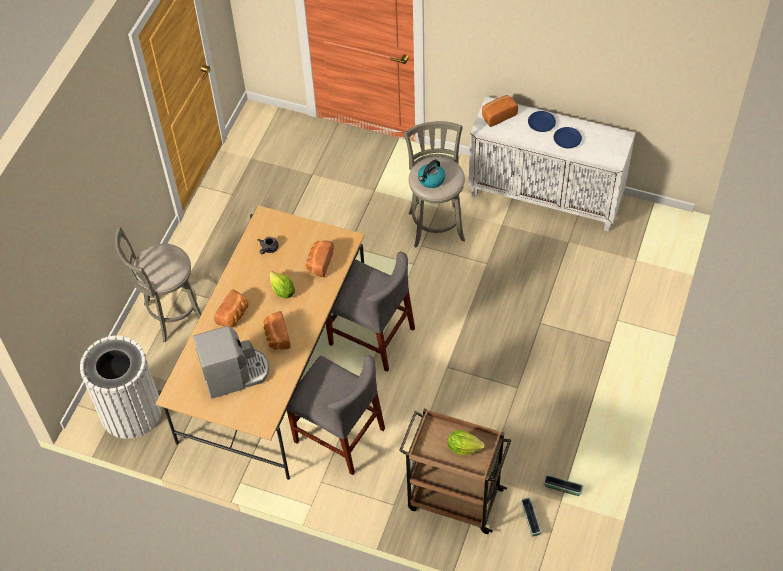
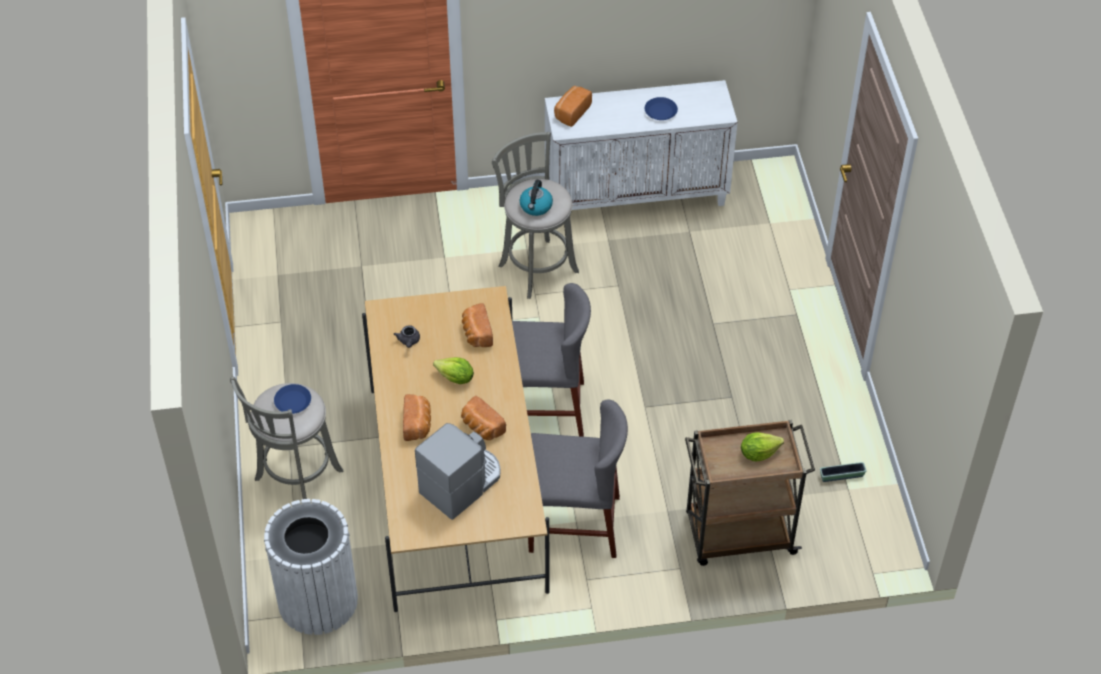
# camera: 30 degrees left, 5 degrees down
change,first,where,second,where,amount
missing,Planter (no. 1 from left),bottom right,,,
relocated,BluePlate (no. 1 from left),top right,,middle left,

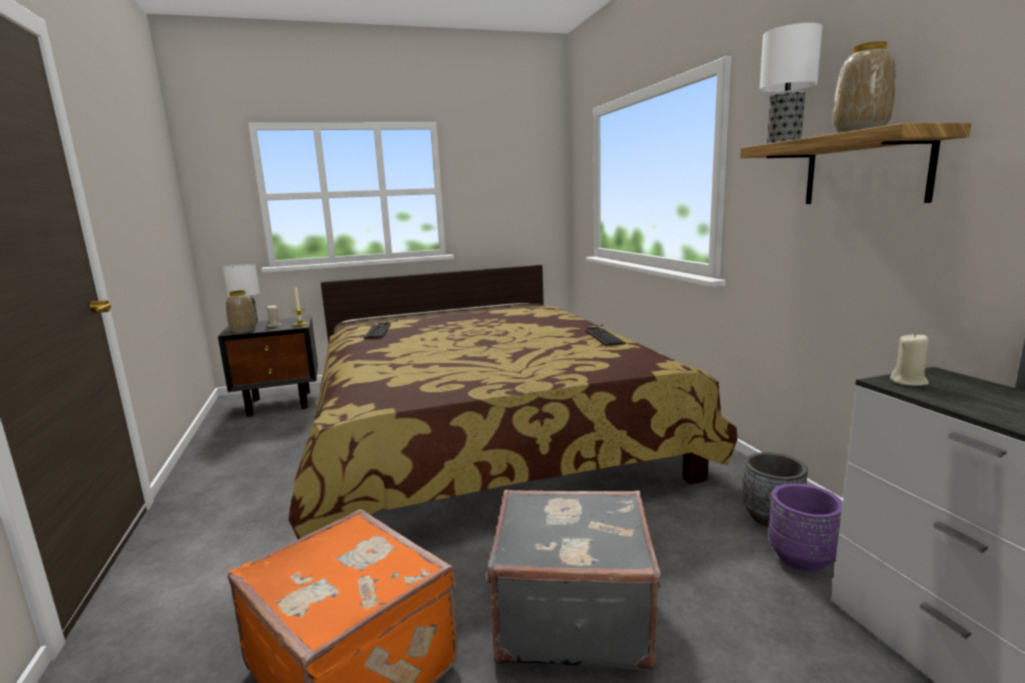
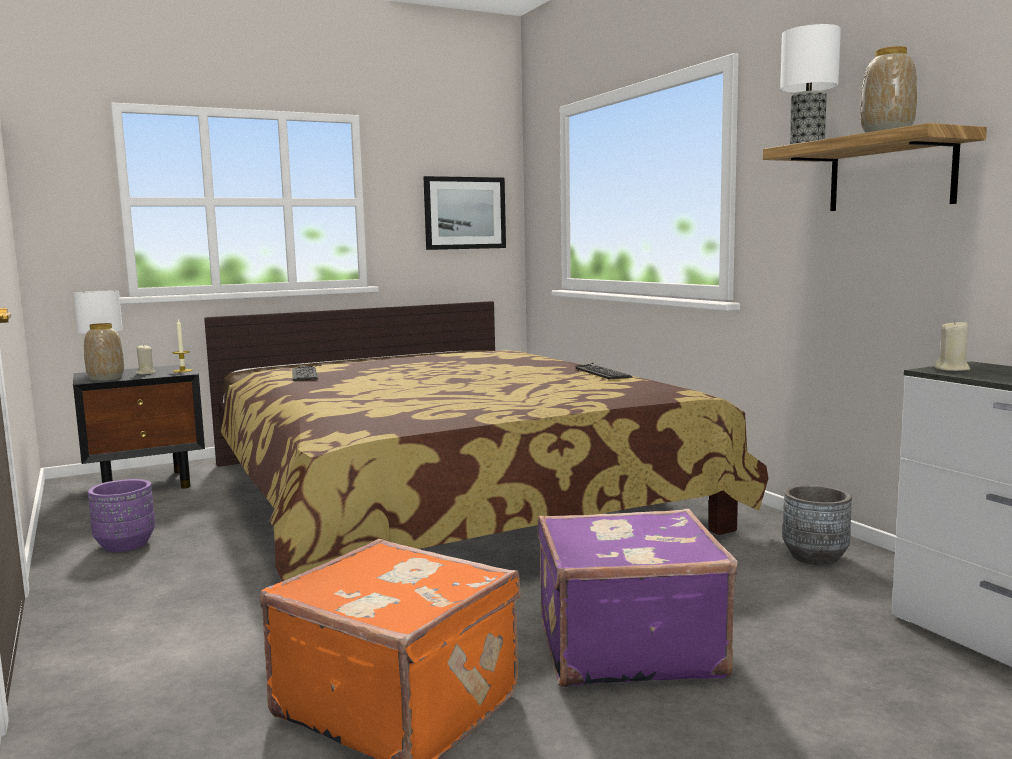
# camera: 10 degrees left, 5 degrees down
change,first,where,second,where,amount
appeared,,,Picture,top centre,
relocated,PurplePlanter,bottom right,,bottom left,
colour,GreySuitcase,bottom centre,PurpleSuitcase,bottom centre,

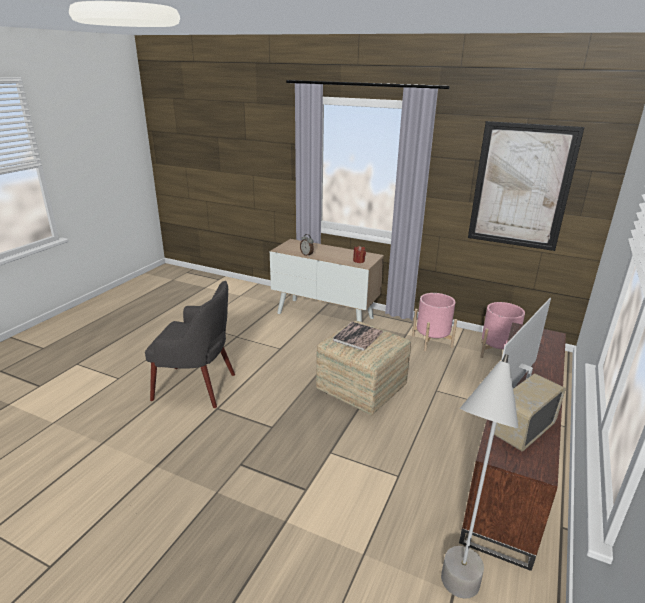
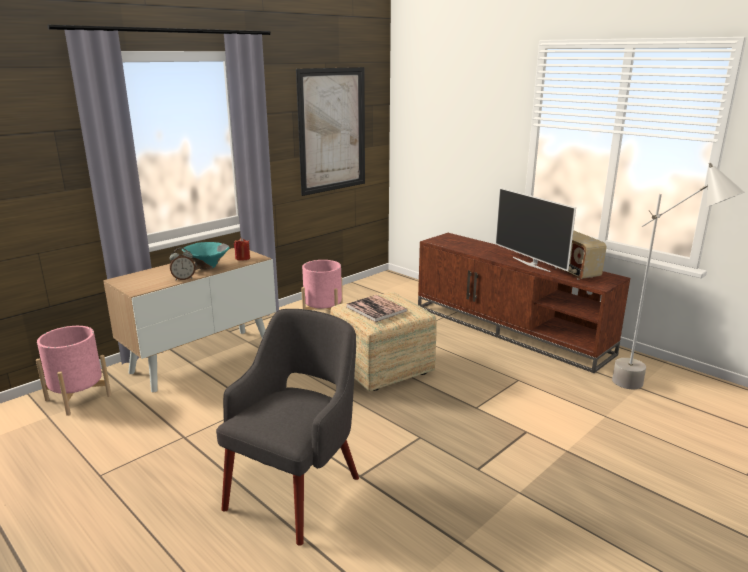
# camera: 70 degrees left, 5 degrees down
change,first,where,second,where,amount
appeared,,,TurquoiseBowl,middle left,
relocated,PinkPlanter (no. 2 from left in the first image),middle right,PinkPlanter (no. 1 from left),middle left,

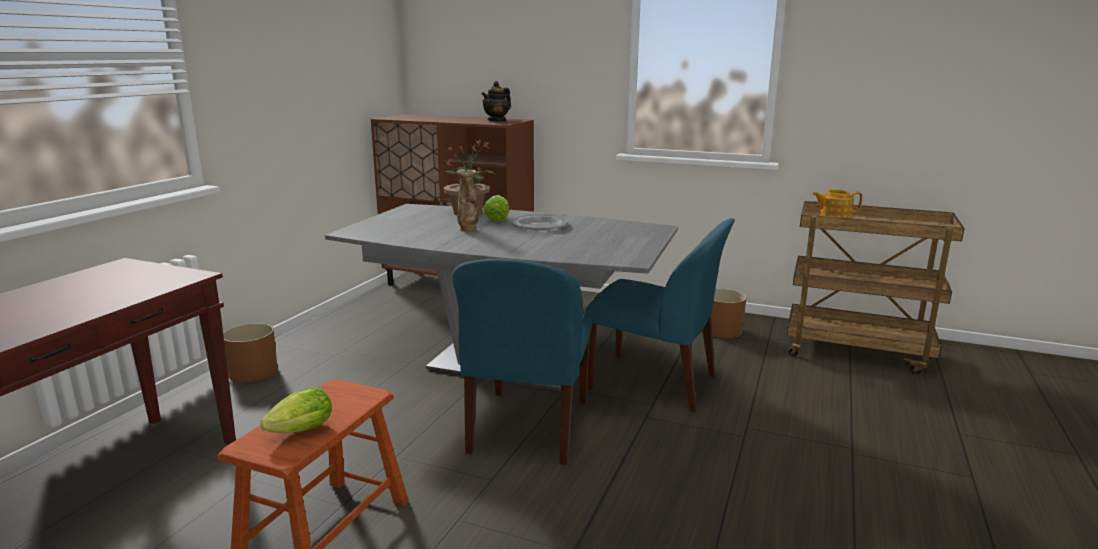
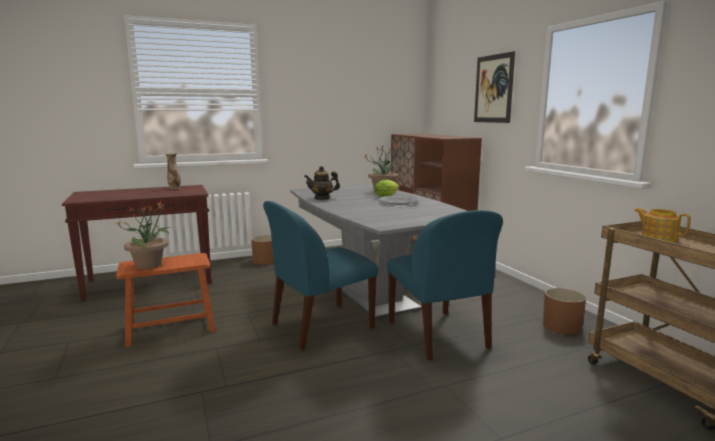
# camera: 45 degrees right, 5 degrees down
change,first,where,second,where,amount
appeared,,,Picture,top right,
relocated,Vase,centre,,middle left,
relocated,Teapot (no. 1 from left),top centre,,centre,
exchanged,Lettuce (no. 1 from left),bottom left,PottedPlant (no. 1 from left),middle left,

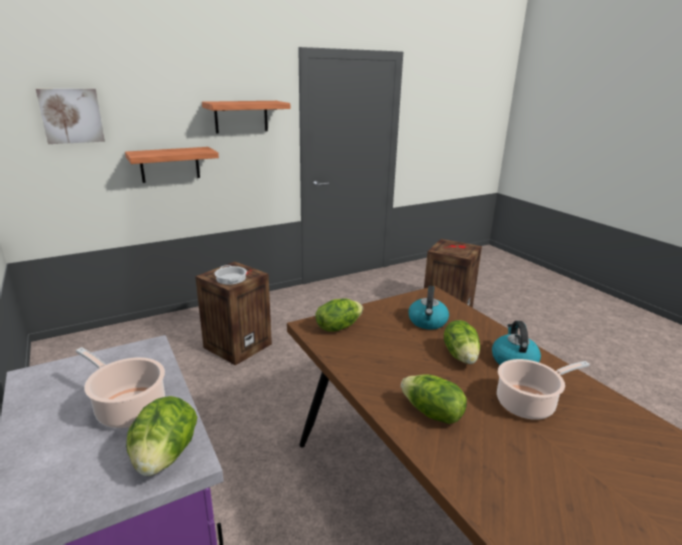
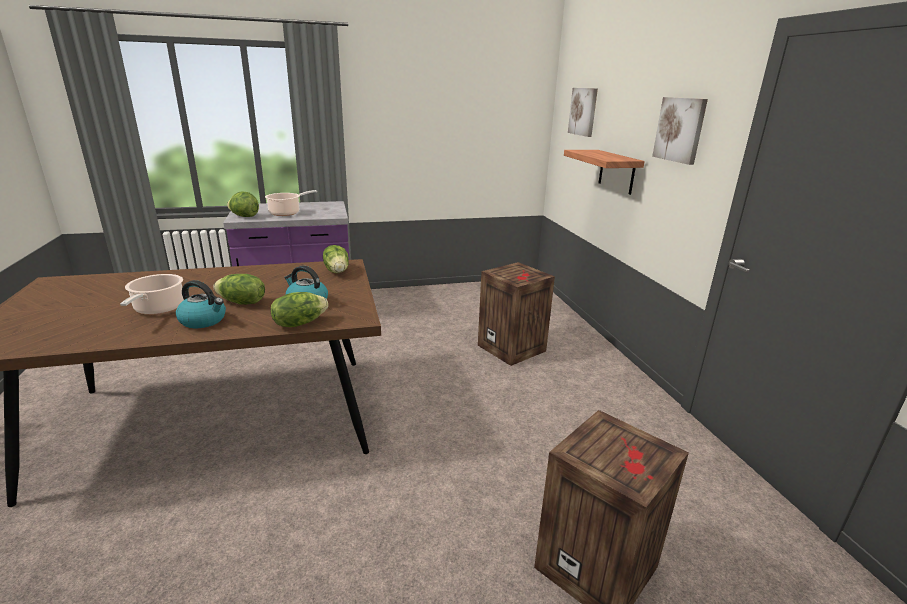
# camera: 105 degrees right, 0 degrees up
change,first,where,second,where,amount
missing,CookingPot (no. 2 from left),centre,,,
relocated,Lettuce (no. 3 from left),bottom centre,,middle left,
exchanged,Shelf (no. 2 from left),top centre,Picture (no. 2 from left),top right,

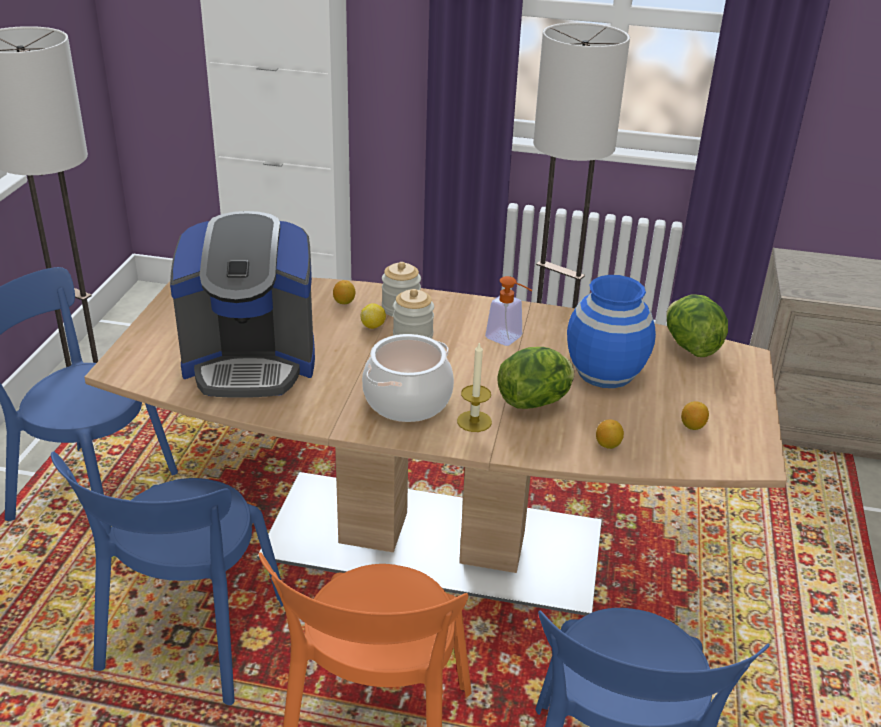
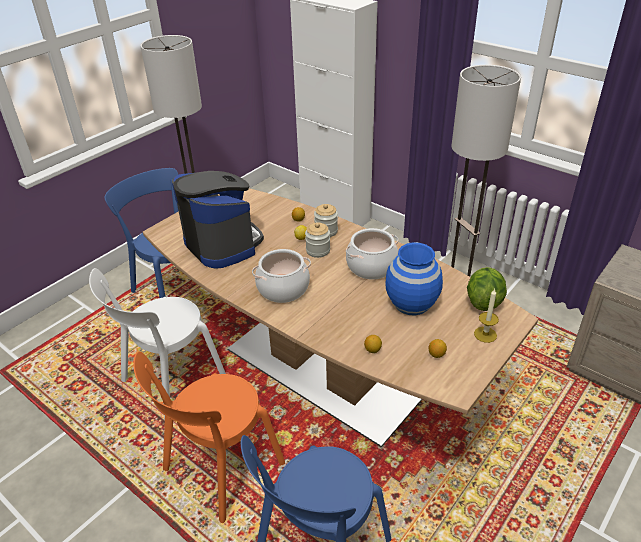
# camera: 30 degrees right, 5 degrees up
change,first,where,second,where,amount
missing,Lettuce (no. 1 from left),centre,,,
relocated,Candle,centre,,middle right,
exchanged,SoapDispenser,centre,CookingPot (no. 2 from left),centre,
colour,BlueChair (no. 2 from left),bottom left,WhiteChair,middle left,
spun,CoffeeMachine,middle left,,centre,150 degrees counterclockwise

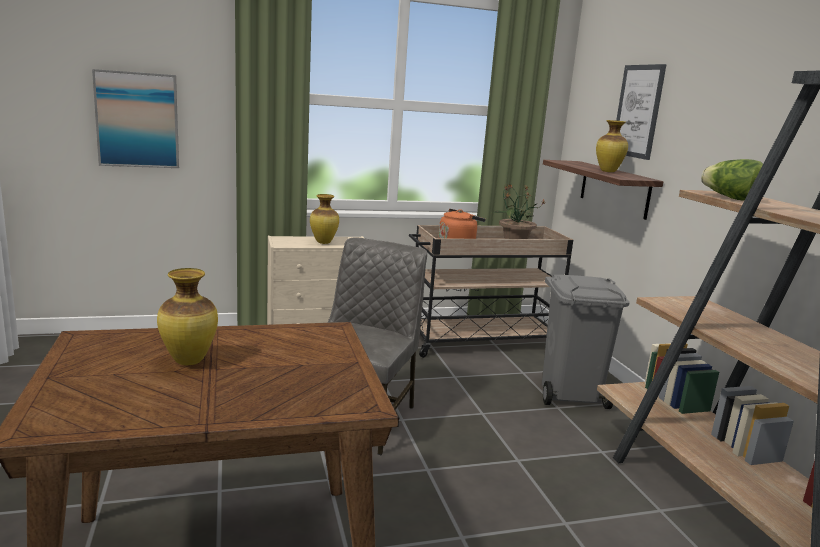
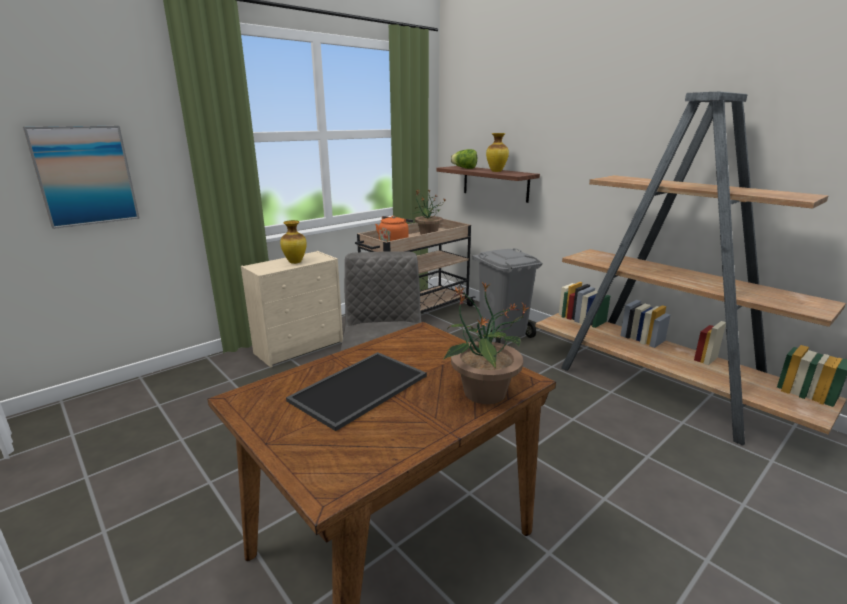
# camera: 25 degrees left, 5 degrees up
change,first,where,second,where,amount
missing,Picture (no. 2 from left),top right,,,
appeared,,,PottedPlant (no. 2 from left),centre,
relocated,Lettuce,top right,,top centre,
exchanged,Vase (no. 1 from left),middle left,Tray,centre,

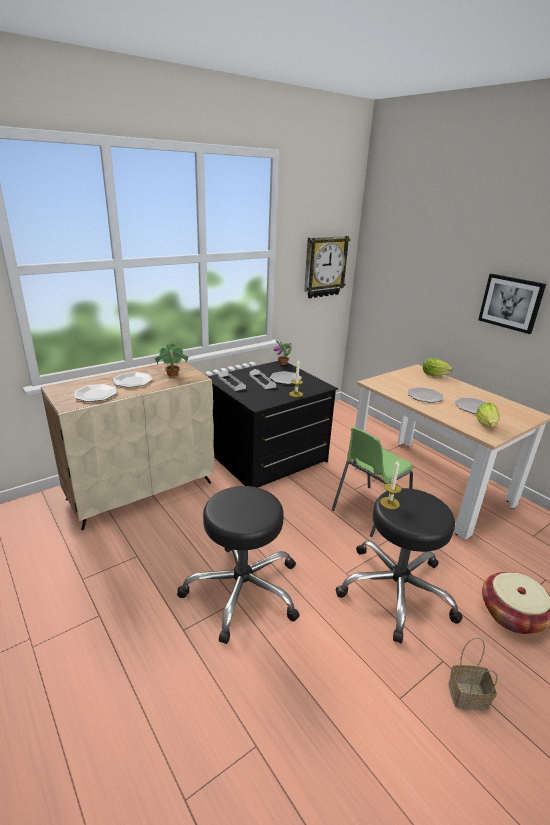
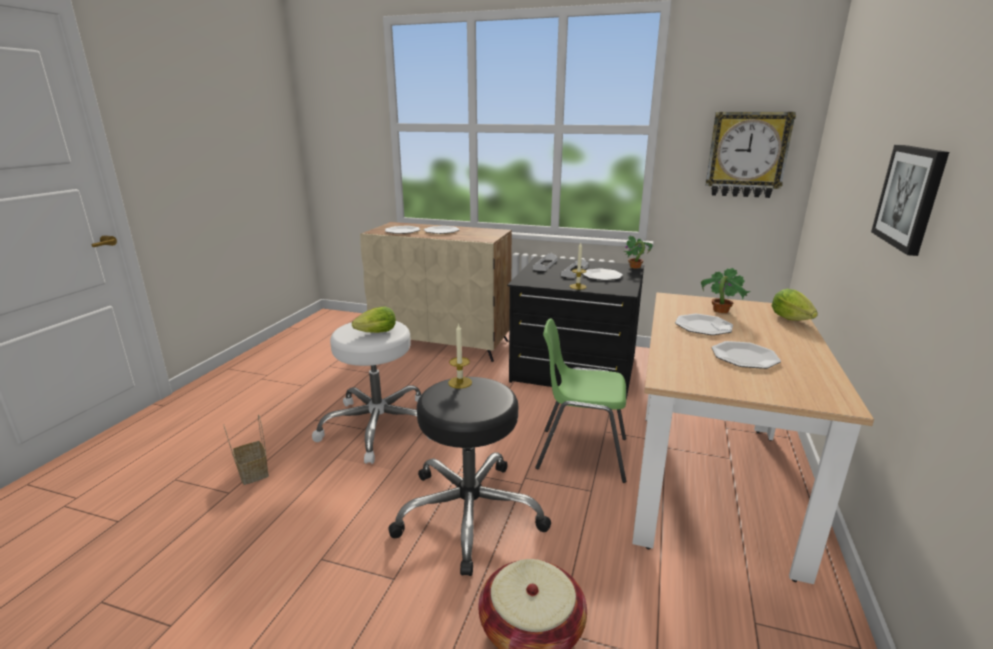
# camera: 55 degrees right, 5 degrees down
change,first,where,second,where,amount
relocated,PottedPlant (no. 1 from left in the first image),middle left,PottedPlant (no. 2 from left),middle right,
relocated,Basket (no. 1 from left),bottom right,,bottom left,
relocated,Lettuce (no. 2 from left in the first image),middle right,Lettuce (no. 1 from left),centre,
colour,BlackStool (no. 1 from left),bottom centre,WhiteStool,centre,

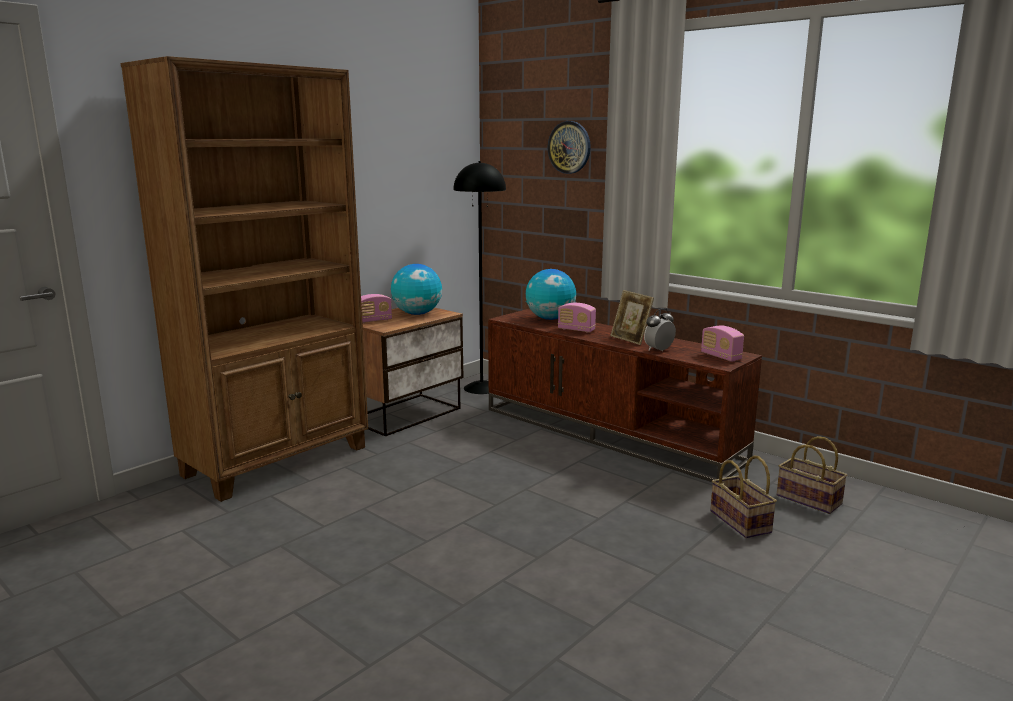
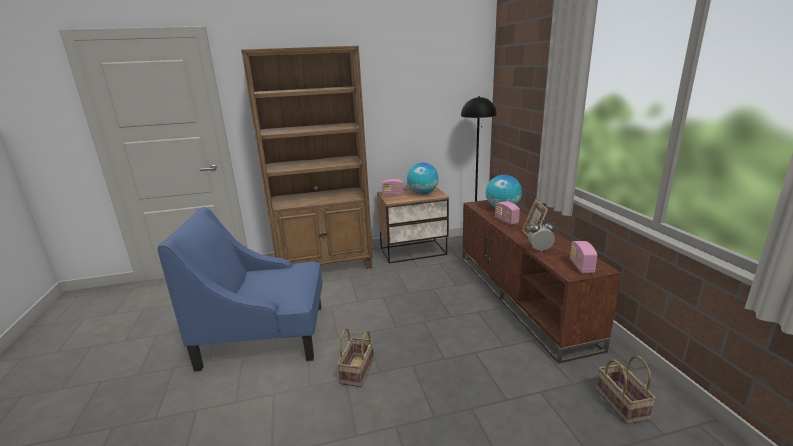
# camera: 35 degrees right, 5 degrees up
change,first,where,second,where,amount
missing,WallClock,top centre,,,
appeared,,,BlueArmchair,middle left,
relocated,Basket (no. 1 from left),bottom right,,bottom centre,

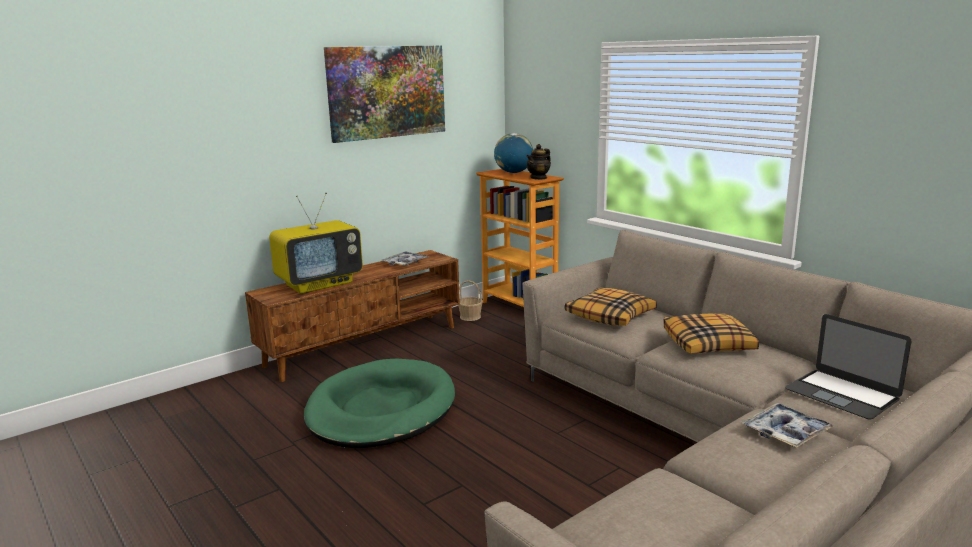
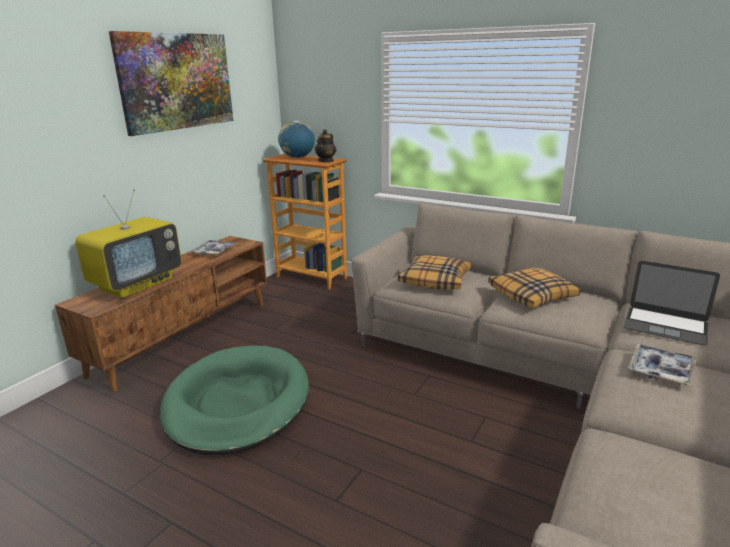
# camera: 20 degrees left, 5 degrees up
change,first,where,second,where,amount
missing,Basket,centre,,,

